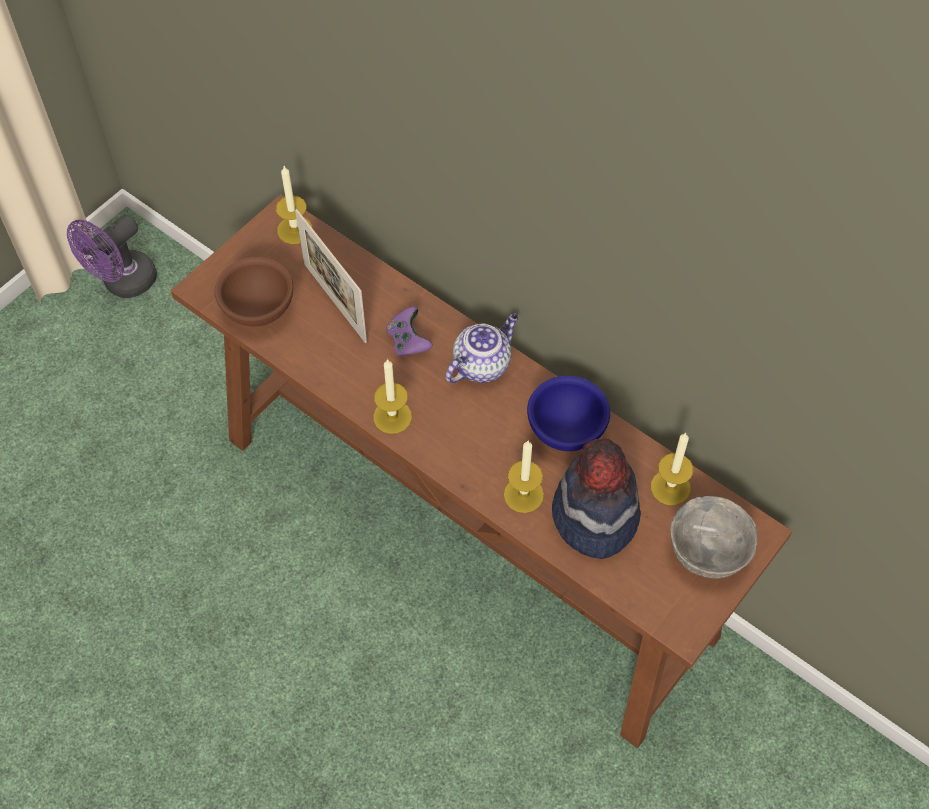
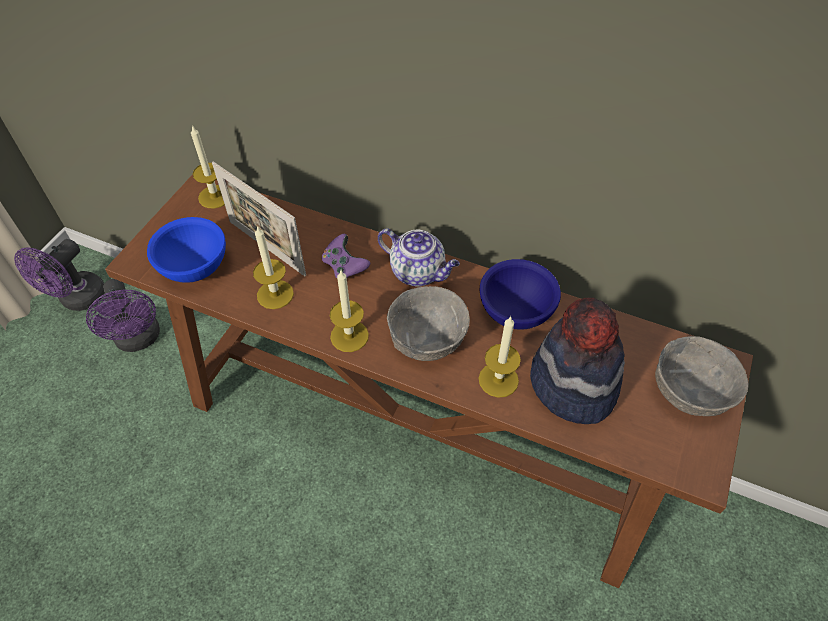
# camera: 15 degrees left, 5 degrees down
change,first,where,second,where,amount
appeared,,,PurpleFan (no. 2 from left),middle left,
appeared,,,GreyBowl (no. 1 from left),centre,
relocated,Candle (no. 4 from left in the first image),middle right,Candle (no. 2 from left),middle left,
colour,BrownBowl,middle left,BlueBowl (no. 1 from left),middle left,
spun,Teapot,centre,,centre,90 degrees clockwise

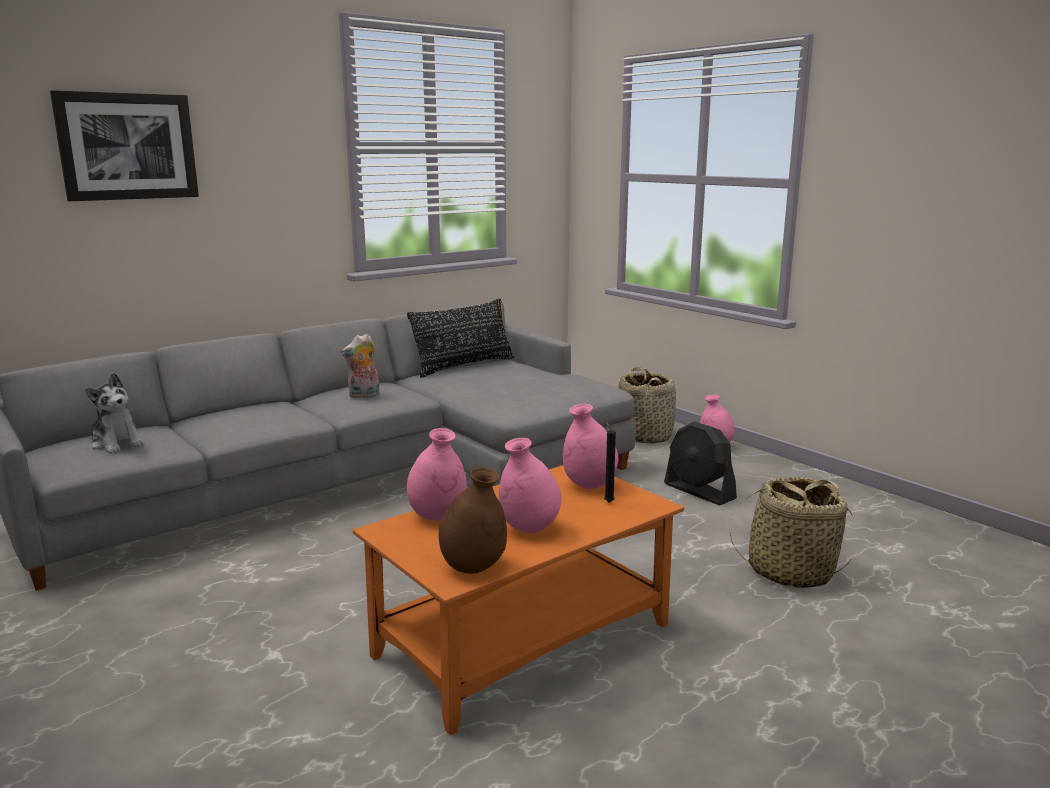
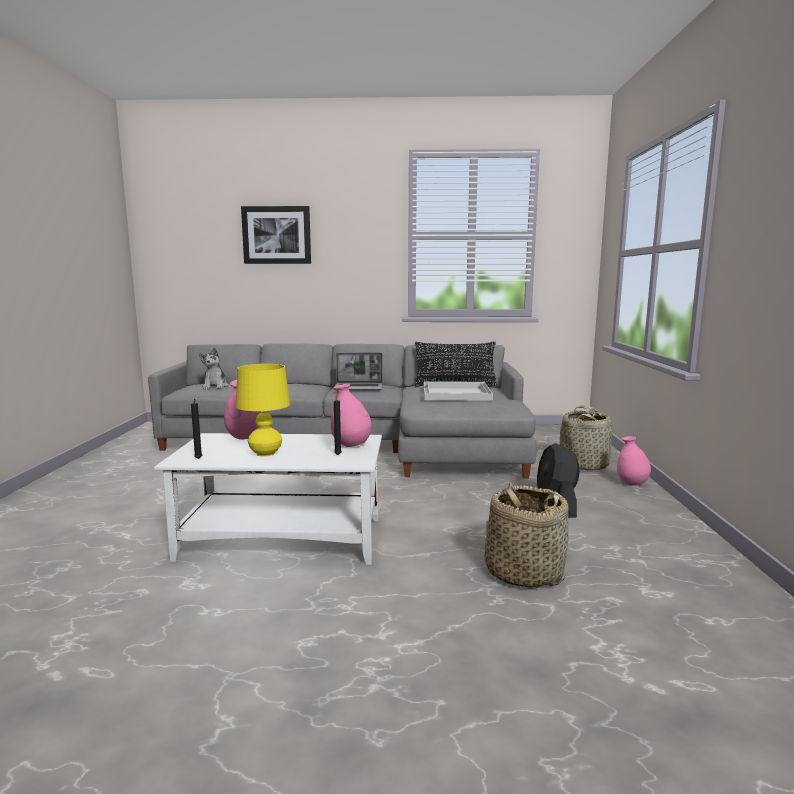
# camera: 40 degrees right, 5 degrees down
change,first,where,second,where,amount
appeared,,,WhiteTray,centre,
exchanged,PlushToy (no. 2 from left),centre,Laptop,centre,
exchanged,BrownVase,centre,BlackCandle (no. 1 from left),middle left,
exchanged,PinkVase (no. 2 from left),centre,YellowTableLamp,middle left,
colour,OrangeCoffeeTable,bottom centre,WhiteCoffeeTable,centre,

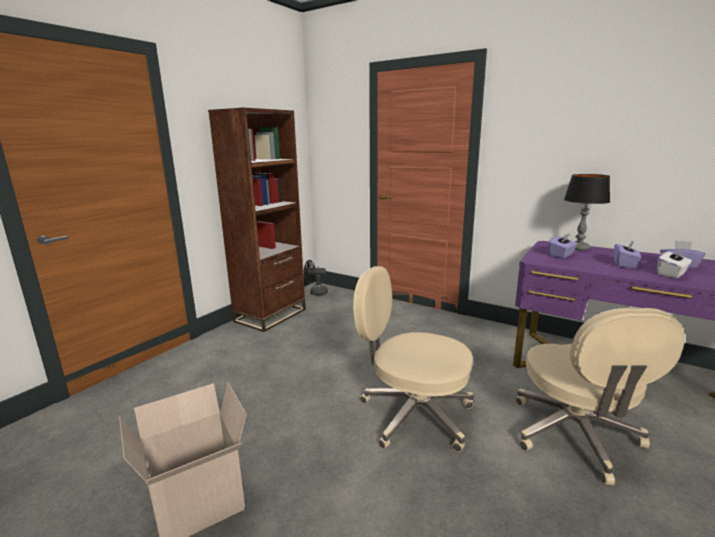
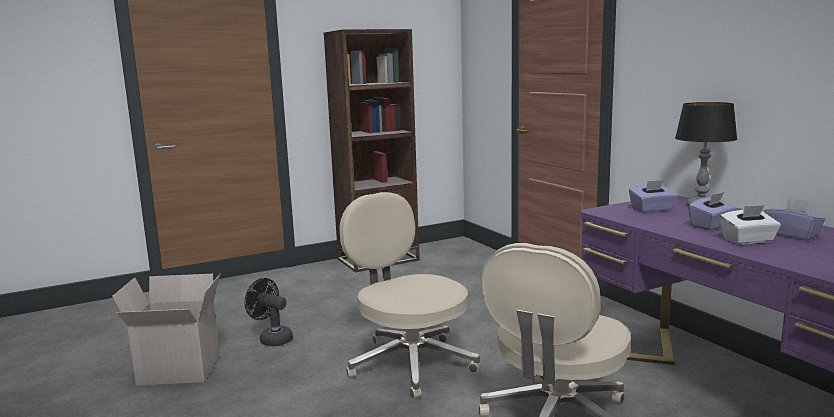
# camera: 30 degrees right, 5 degrees down
change,first,where,second,where,amount
relocated,BlackFan,centre,,bottom left,

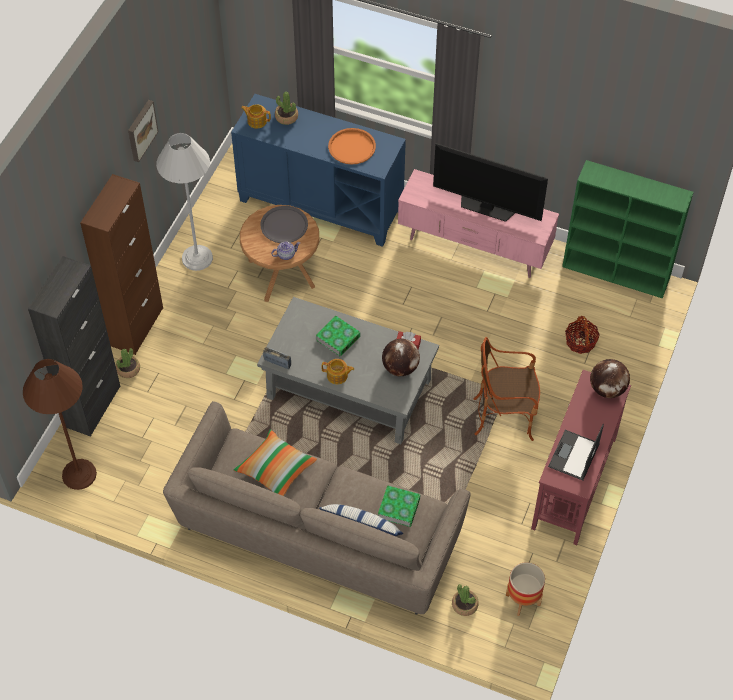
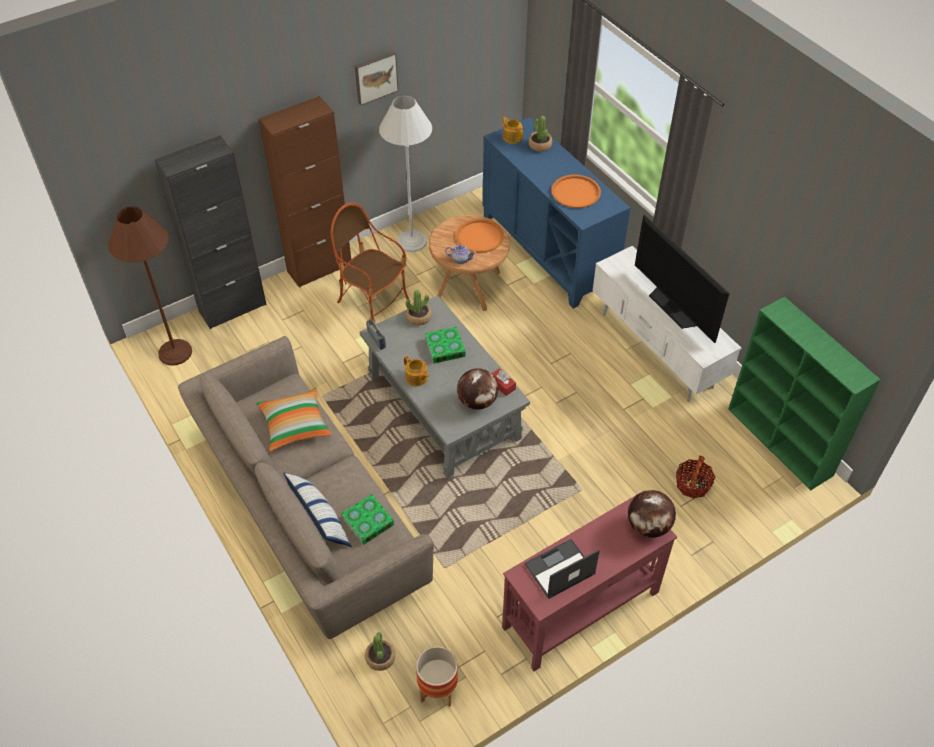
# camera: 35 degrees right, 5 degrees down
change,first,where,second,where,amount
relocated,PottedPlant (no. 1 from left in the first image),middle left,PottedPlant (no. 2 from left),centre,
relocated,Armchair,middle right,,centre,
colour,GreyTray,top centre,OrangeTray (no. 1 from left),top centre,
colour,PinkTvStand,top centre,WhiteTvStand,middle right,

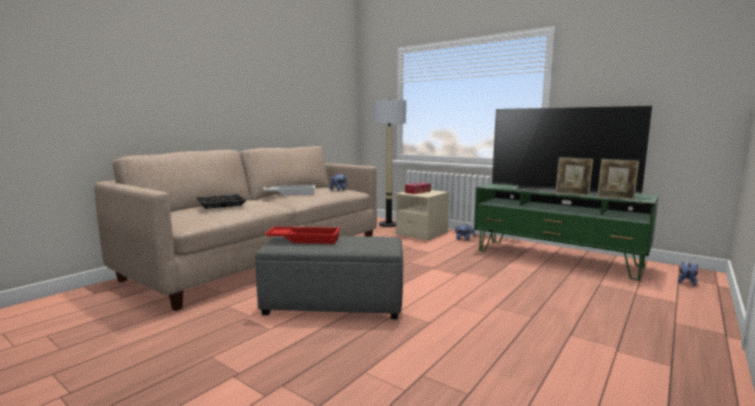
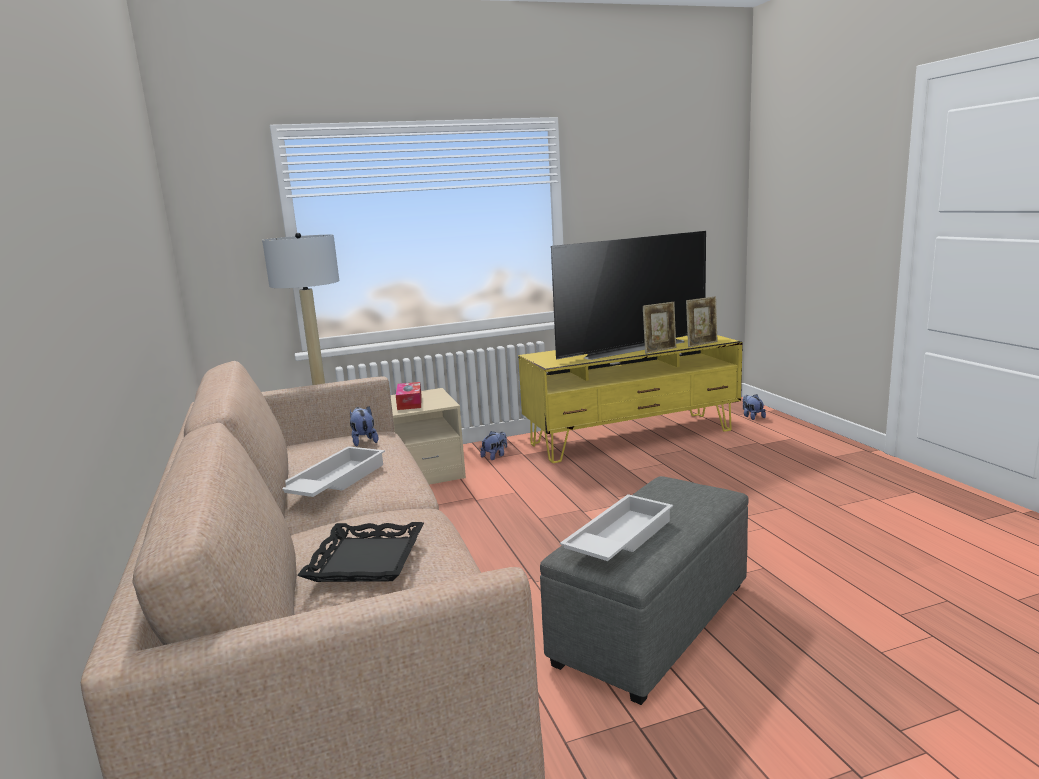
# camera: 55 degrees left, 5 degrees up
change,first,where,second,where,amount
colour,RedTray,centre,WhiteTray (no. 2 from left),bottom centre,
colour,GreenTvStand,middle right,YellowTvStand,centre,

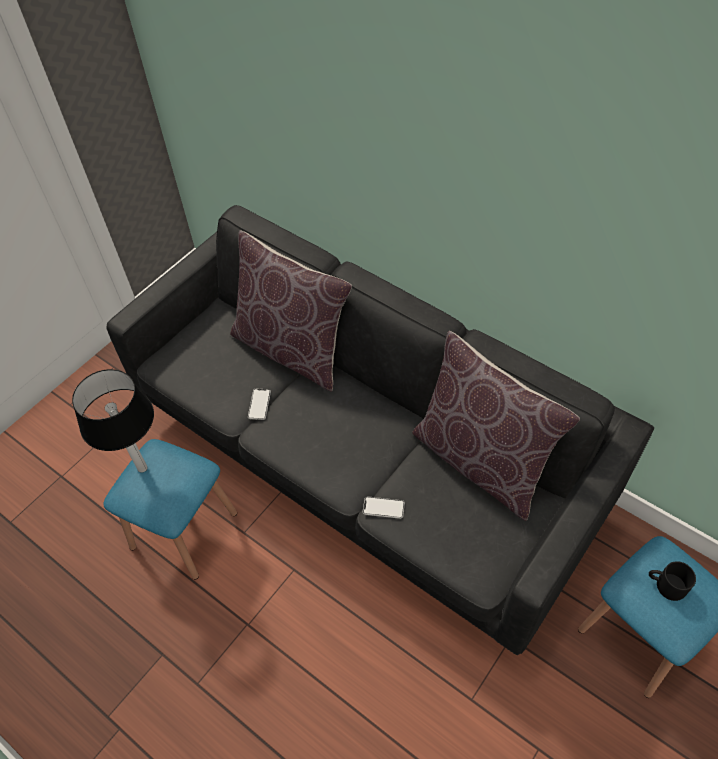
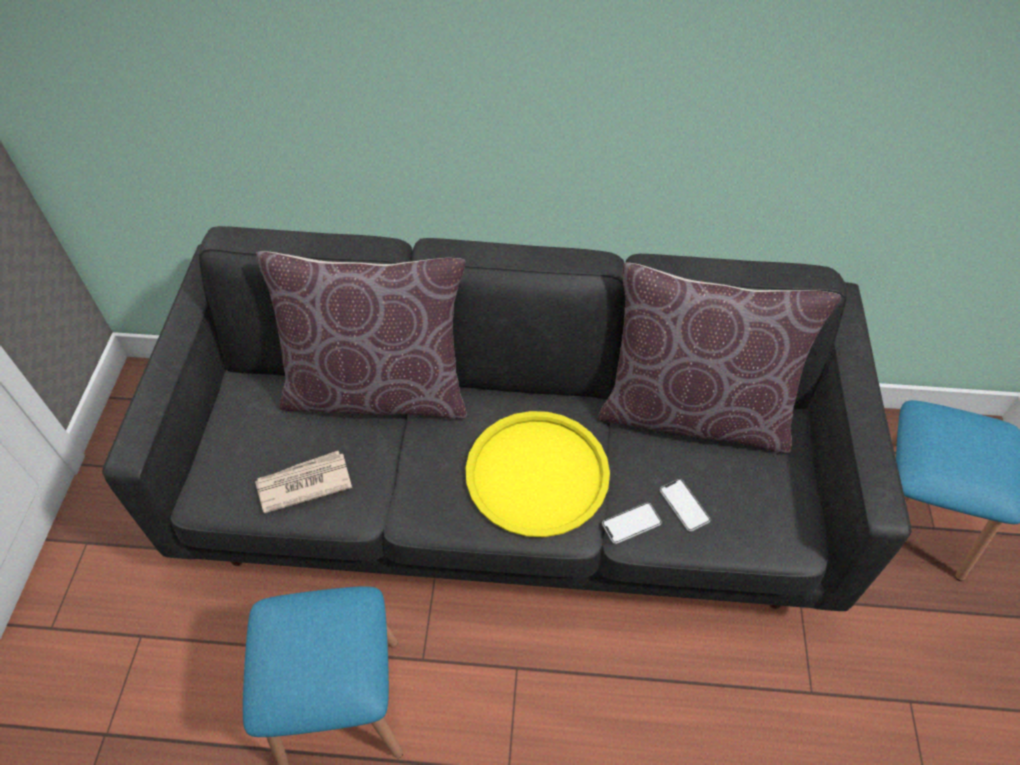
# camera: 35 degrees left, 0 degrees up
change,first,where,second,where,amount
missing,TableLamp,middle left,,,
missing,BlackMug,bottom right,,,
appeared,,,Newspaper,middle left,
appeared,,,YellowTray,centre,
relocated,Phone (no. 1 from left in the first image),centre,Phone (no. 2 from left),middle right,

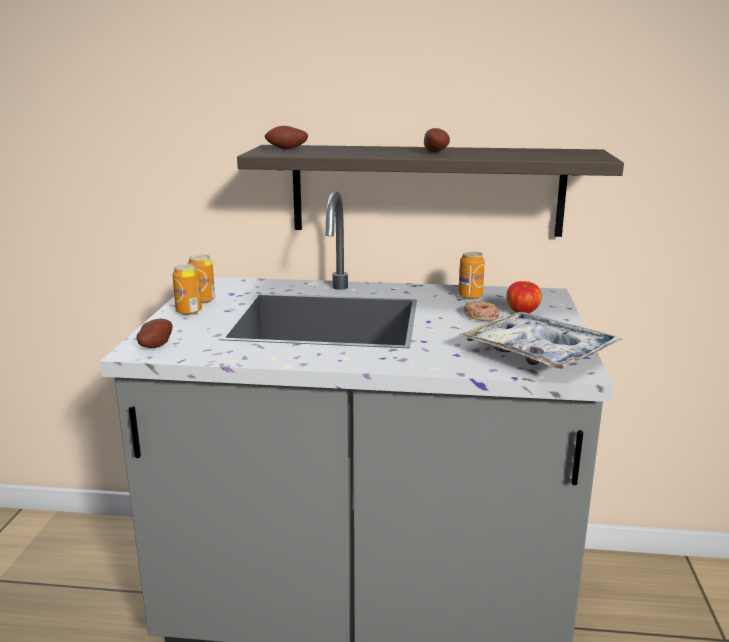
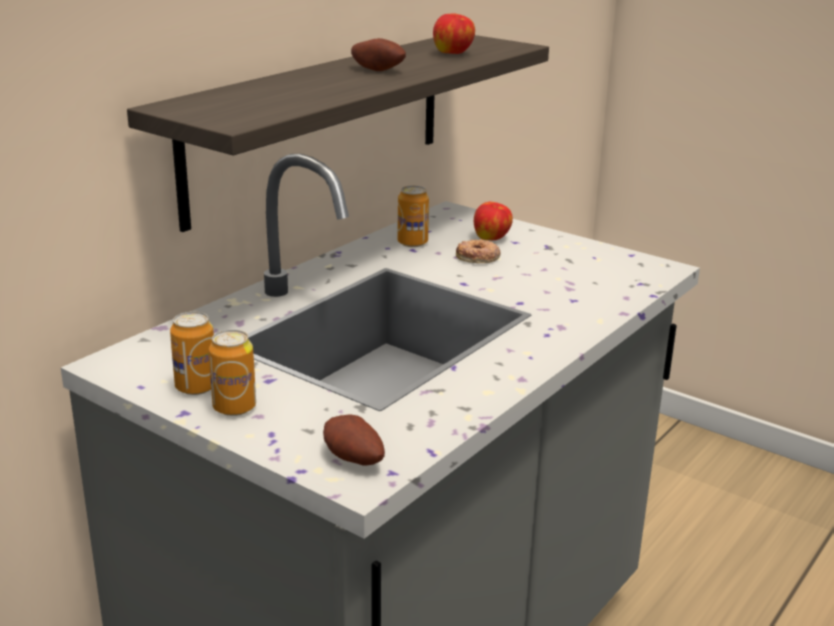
# camera: 60 degrees left, 5 degrees up
change,first,where,second,where,amount
missing,Potato (no. 2 from left),top centre,,,
missing,Tray,middle right,,,
appeared,,,Apple (no. 1 from left),top centre,

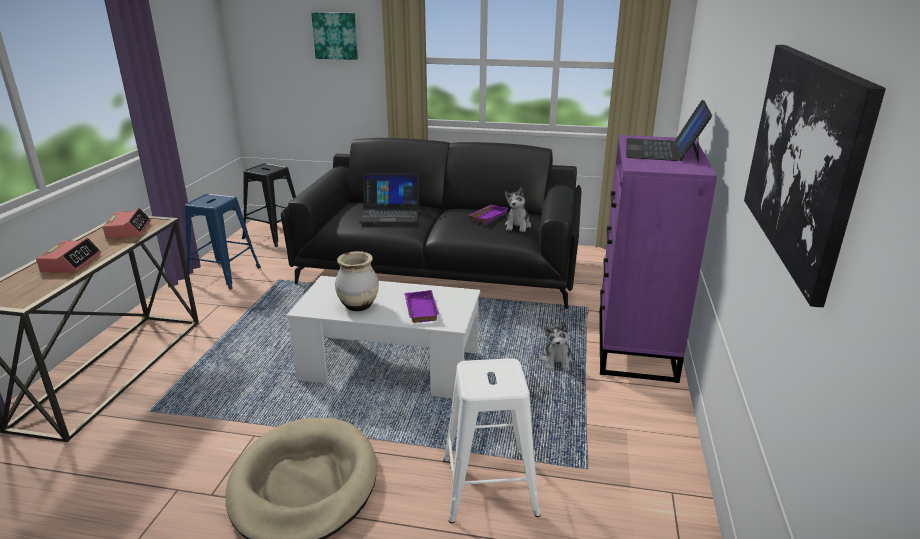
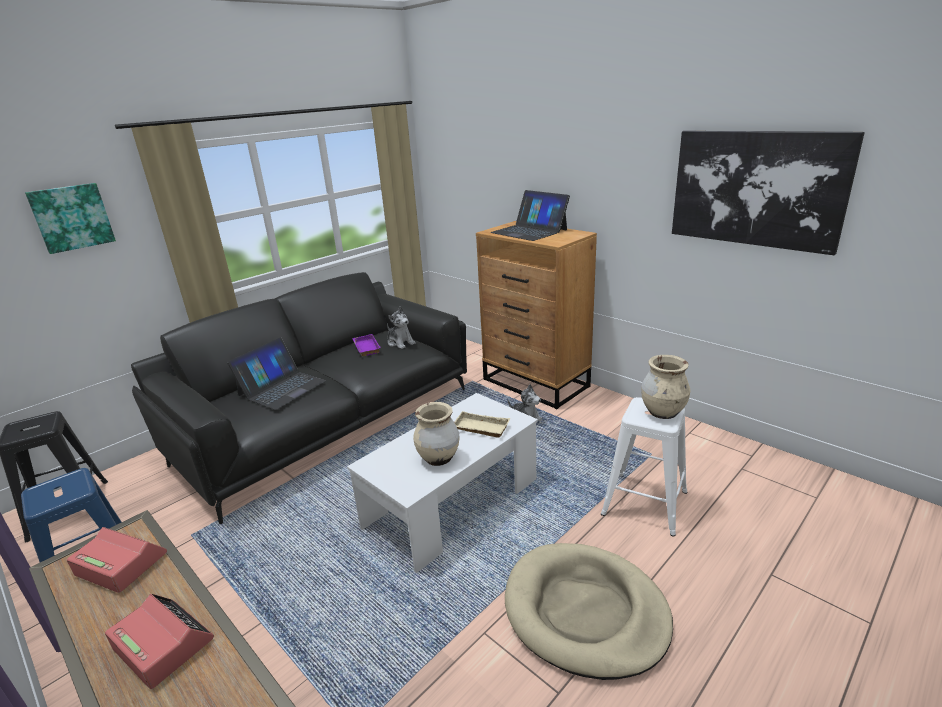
# camera: 55 degrees left, 0 degrees up
change,first,where,second,where,amount
appeared,,,BeigeVase (no. 2 from left),middle right,
colour,PurpleTray (no. 1 from left),centre,BeigeTray,centre,
colour,PurpleDresser,middle right,BrownDresser,centre,

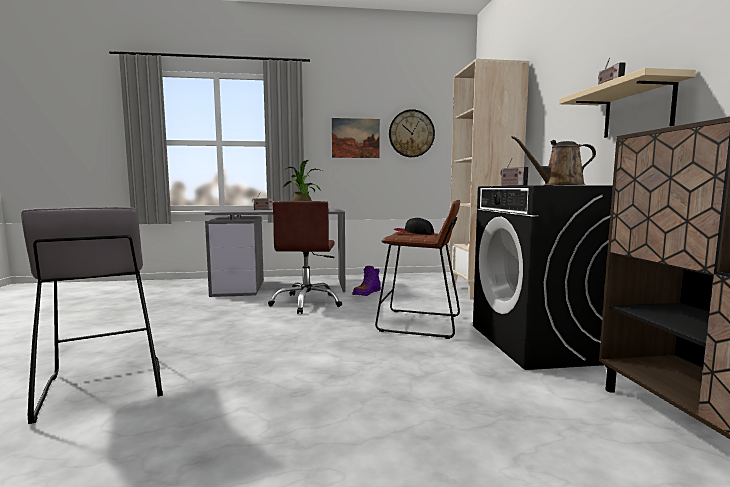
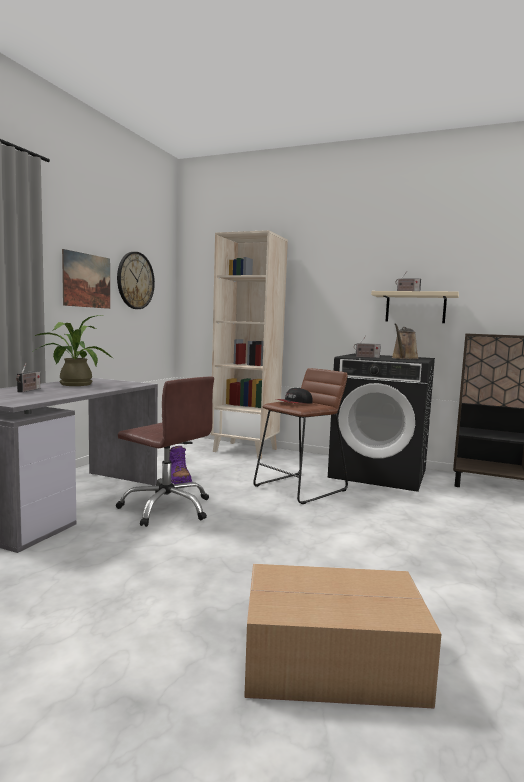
# camera: 60 degrees left, 0 degrees up
change,first,where,second,where,amount
exchanged,GreyStool,middle left,CardboardBox,bottom centre,

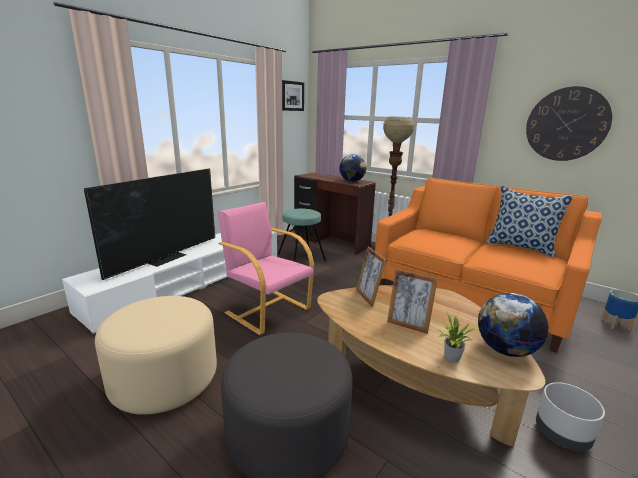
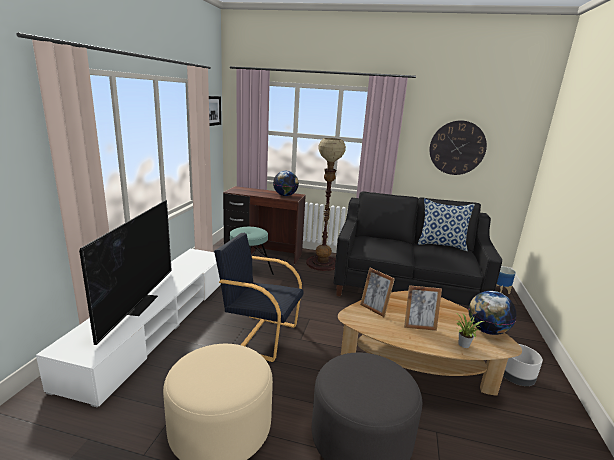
# camera: 25 degrees left, 0 degrees up
change,first,where,second,where,amount
colour,PinkArmchair,centre,BlackArmchair,centre,
colour,OrangeSofa,middle right,BlackSofa,middle right,

